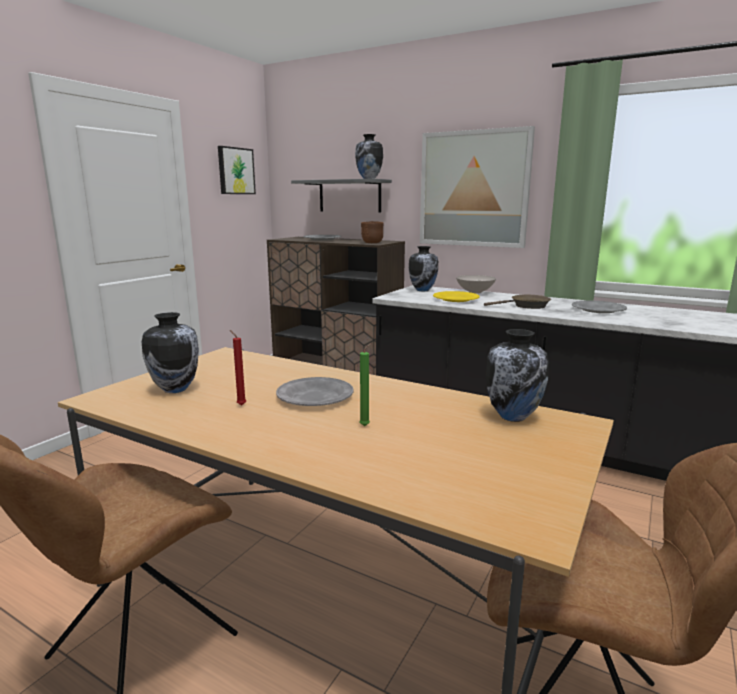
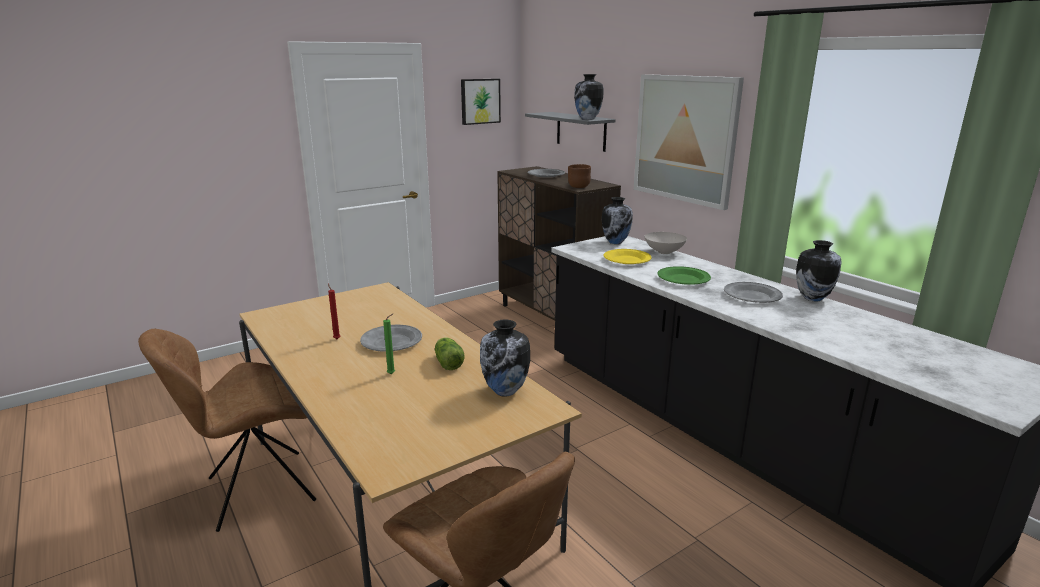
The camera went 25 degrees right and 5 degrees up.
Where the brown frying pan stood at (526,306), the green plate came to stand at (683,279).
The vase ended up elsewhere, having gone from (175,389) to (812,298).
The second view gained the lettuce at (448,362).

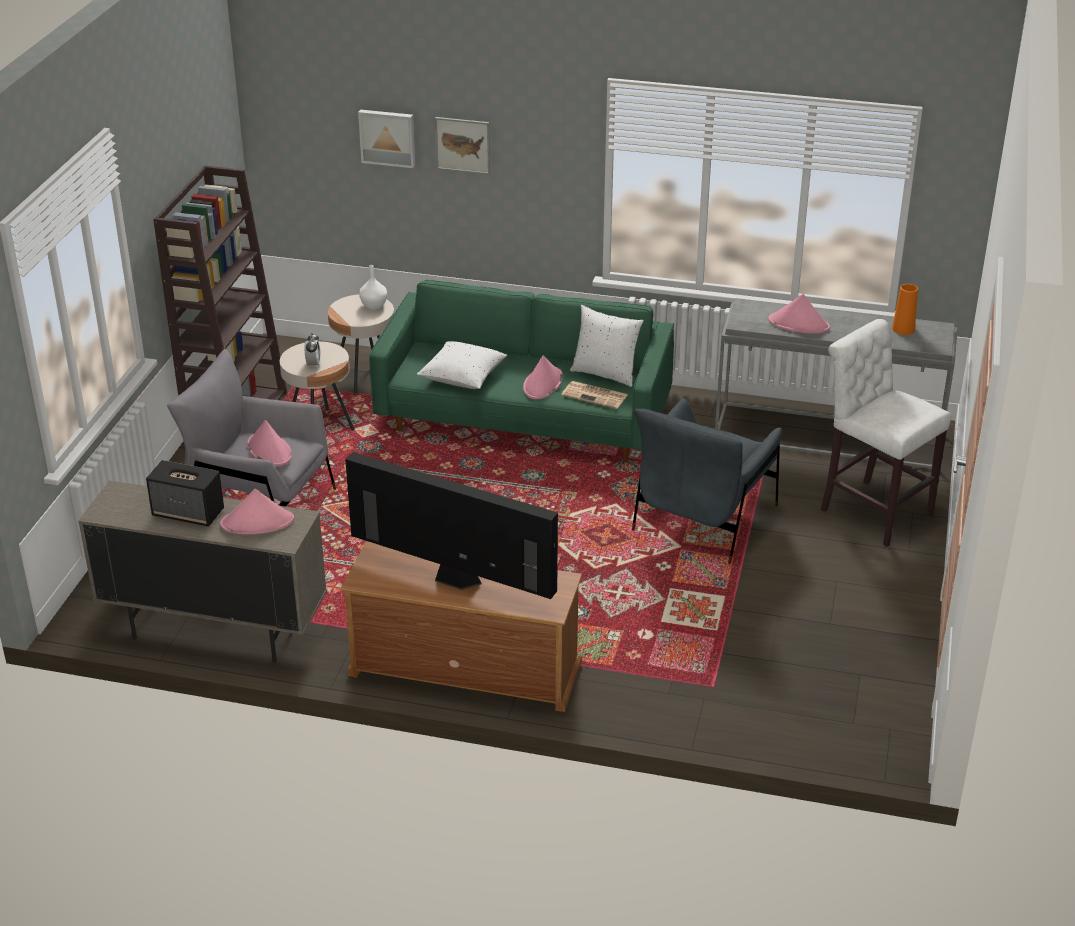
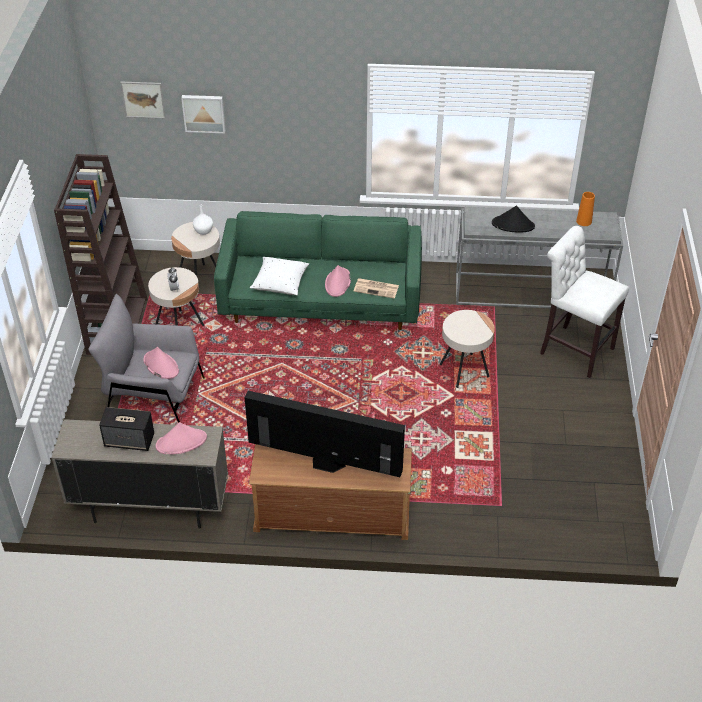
The camera went 10 degrees left and 10 degrees up.
The picture ended up elsewhere, having gone from (463,145) to (143,99).
What was the pink hat at (799,324) turned into the black hat at (513,225).
The second view lost the white pillow at (605,373).
Where the grey armchair stood at (704,519), the beige side table came to stand at (464,371).

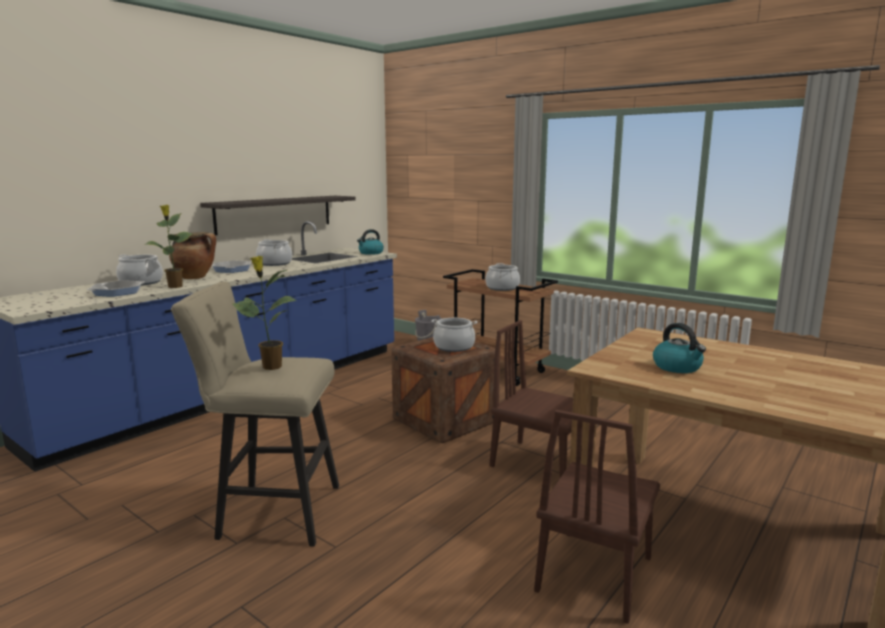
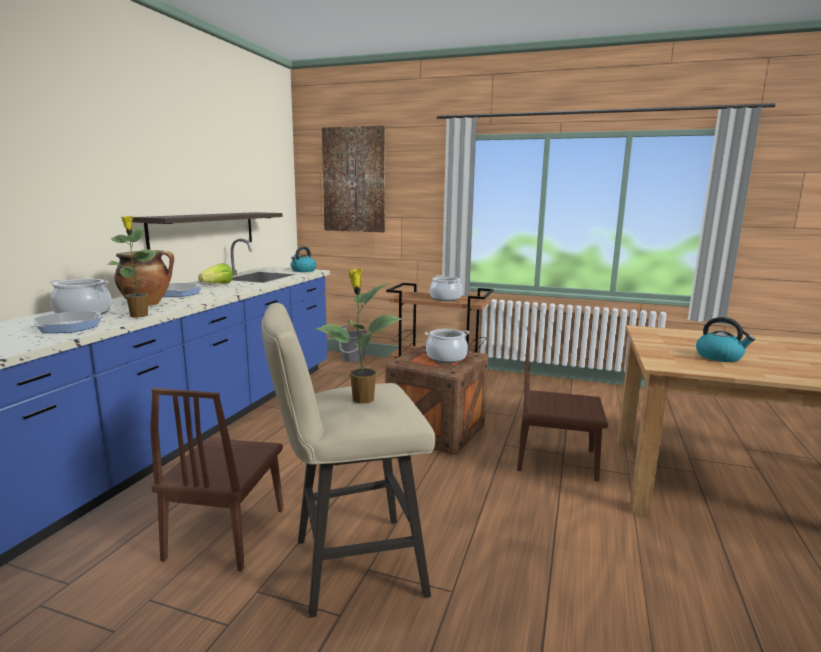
The camera went 20 degrees left and 0 degrees up.
Where the cooking pot stood at (275,263), the lettuce came to stand at (218,285).
The brown chair ended up elsewhere, having gone from (594,573) to (226,533).
The second view gained the picture at (354,180).

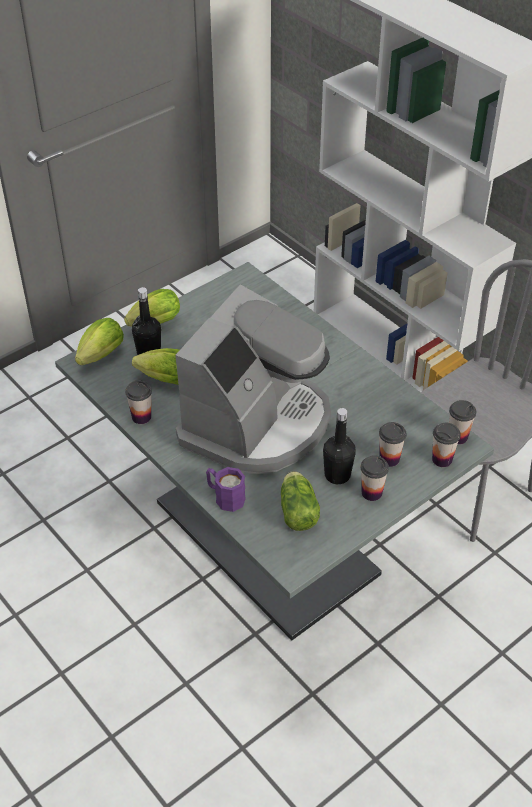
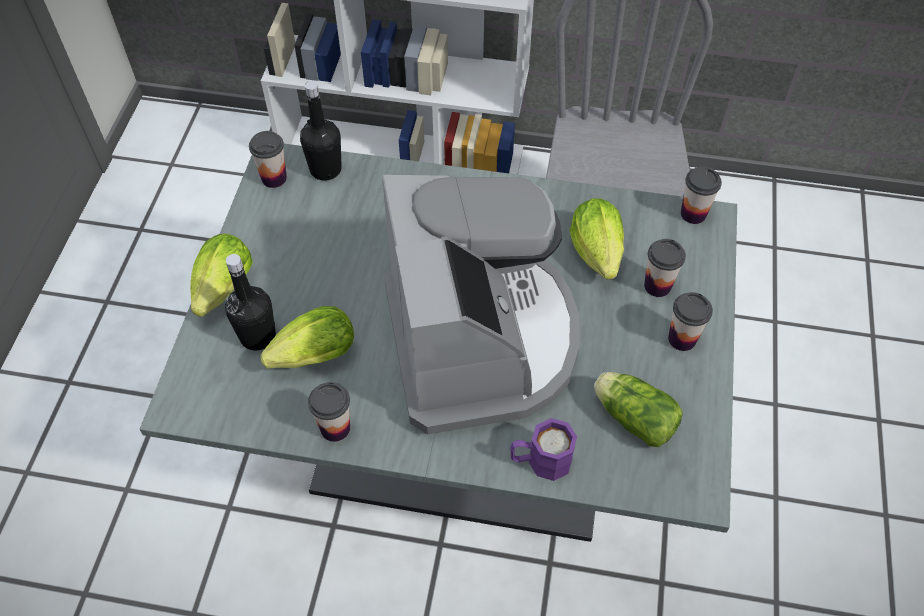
The camera went 40 degrees left and 10 degrees up.
The lettuce ended up elsewhere, having gone from (99,357) to (597,257).
The black bottle ended up elsewhere, having gone from (337,475) to (325,169).
The cup ended up elsewhere, having gone from (442,459) to (274,178).

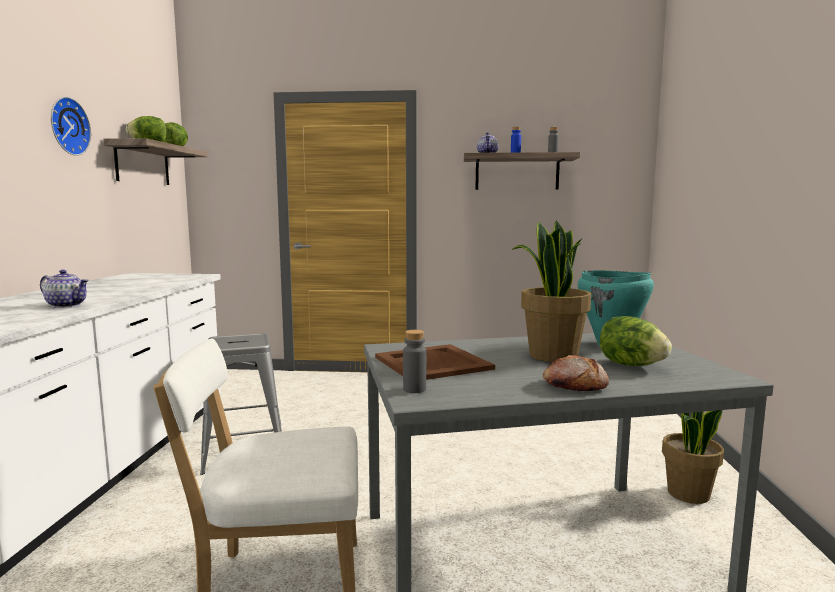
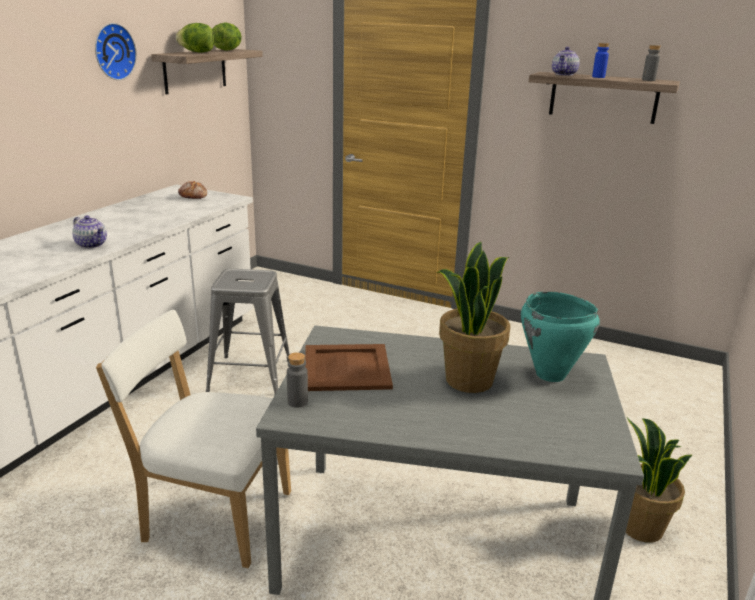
The camera went 20 degrees right and 15 degrees up.
The second view lost the lettuce at (631,365).
The bread ended up elsewhere, having gone from (574,385) to (193,196).

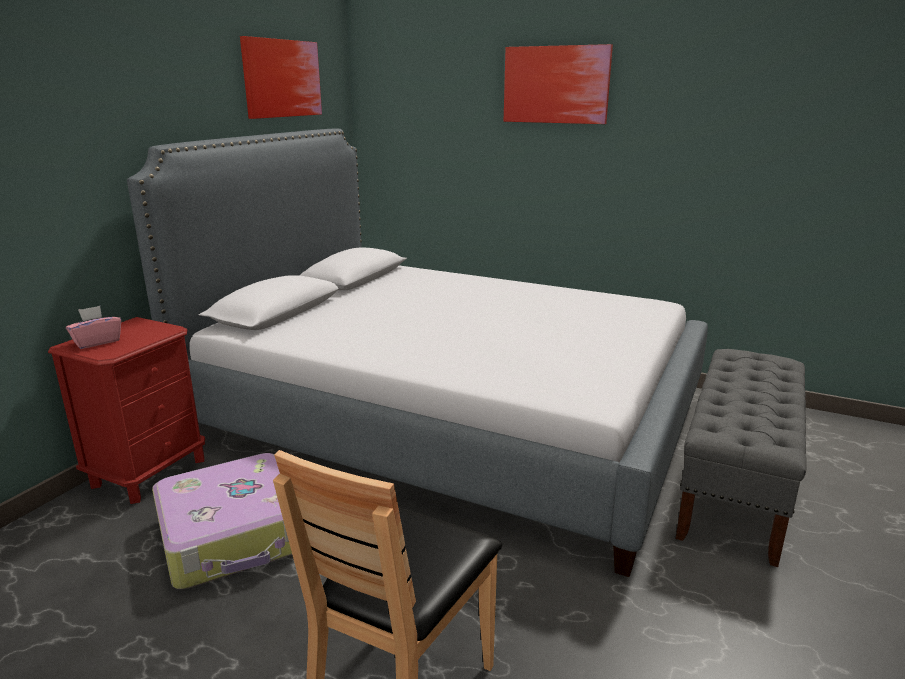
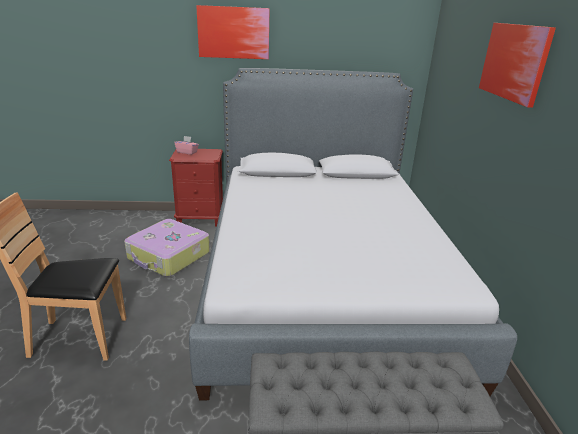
The camera went 60 degrees right and 5 degrees up.
The picture ended up elsewhere, having gone from (282,78) to (233,32).

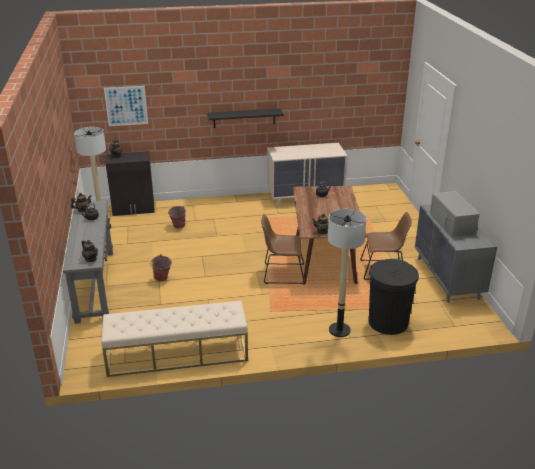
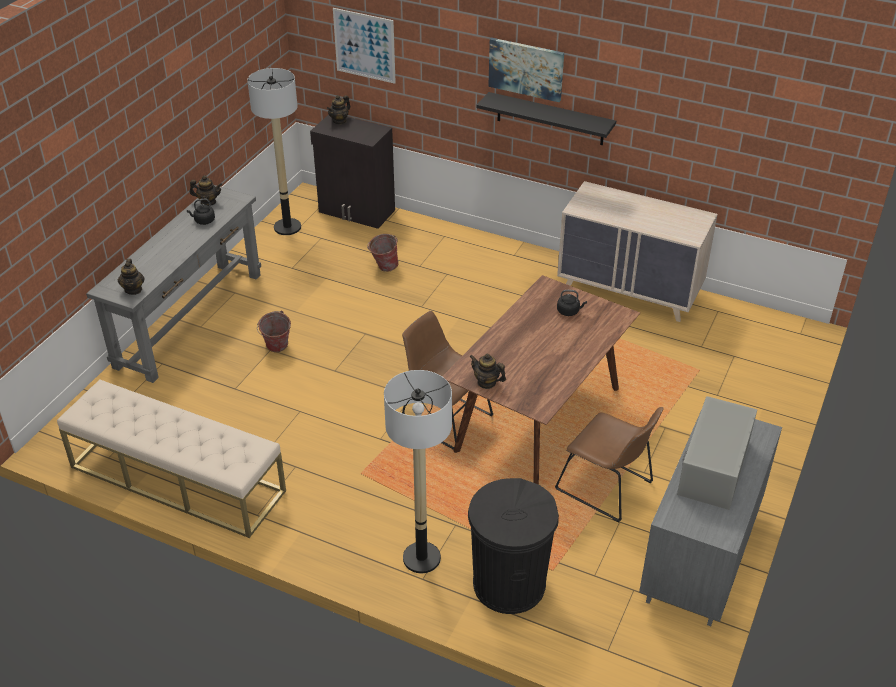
The camera went 35 degrees right and 10 degrees up.
The second view gained the picture at (526,69).

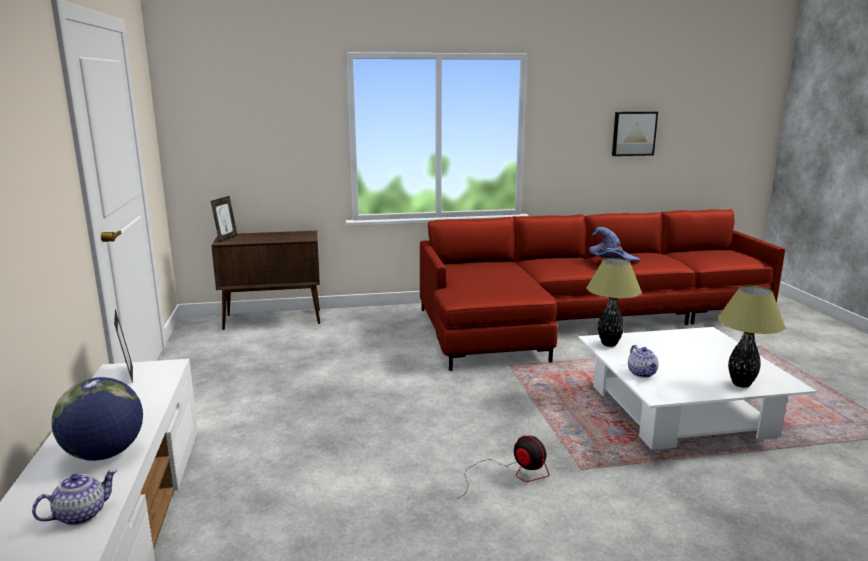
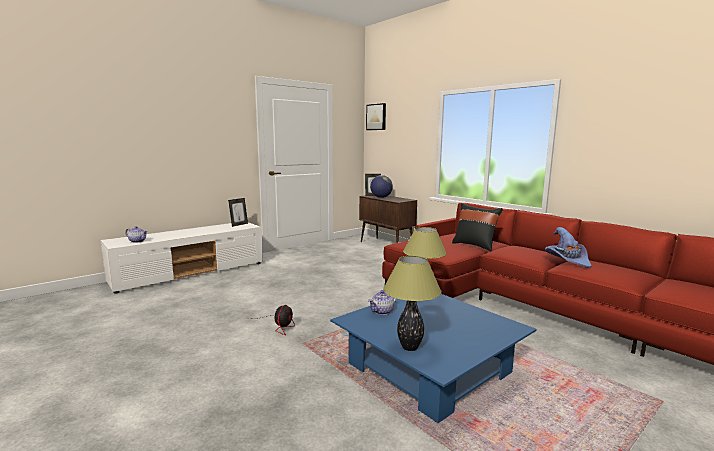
The camera went 60 degrees right and 5 degrees down.
The picture ended up elsewhere, having gone from (633,133) to (376,117).
What was the white coffee table at (680,410) turned into the blue coffee table at (430,368).
The globe ended up elsewhere, having gone from (104,454) to (381,197).
The second view gained the black pillow at (475,245).

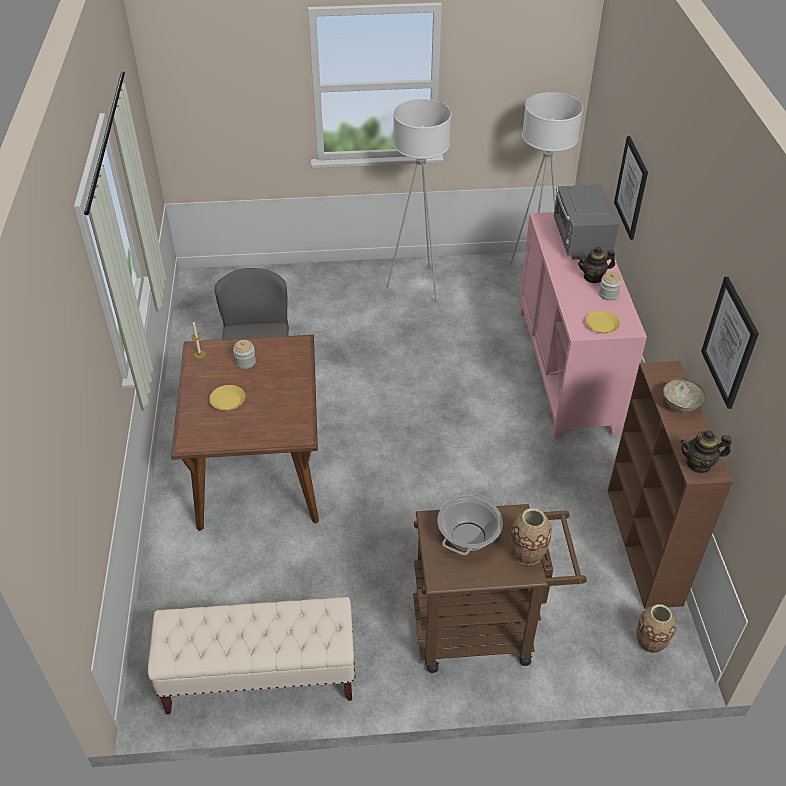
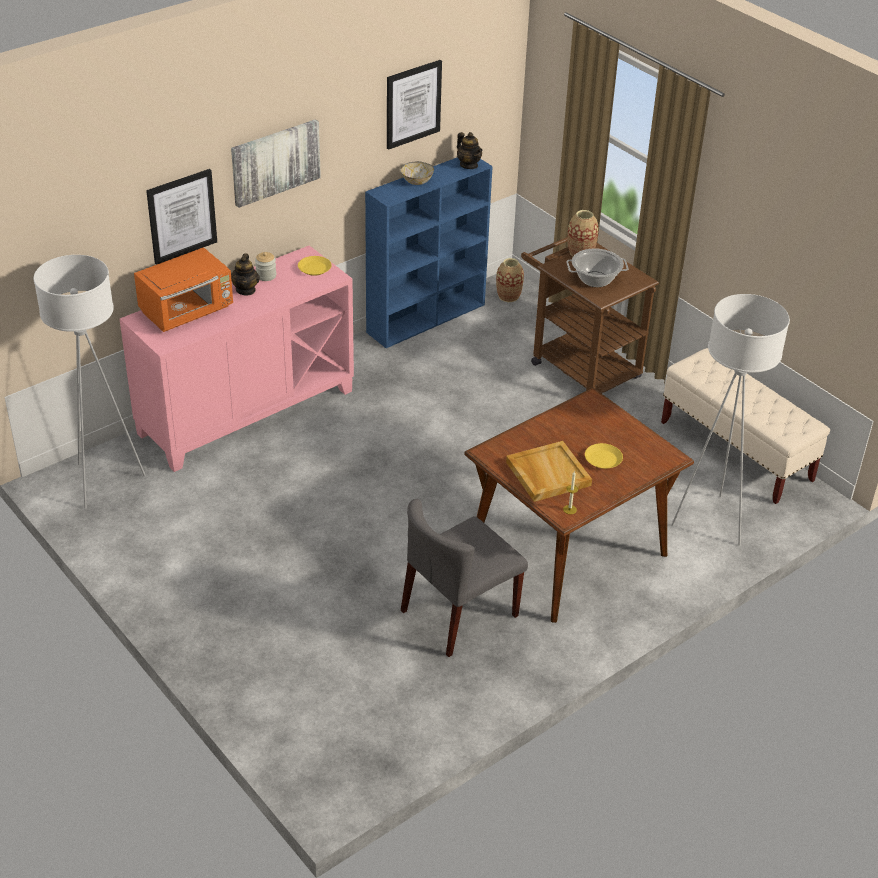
The camera went 125 degrees left and 5 degrees down.
The white floor lamp ended up elsewhere, having gone from (418,286) to (711,521).
What was the grey microwave at (580,241) turned into the orange microwave at (188,311).
The teapot at (593,277) ended up facing another way, 45 degrees clockwise from before.
Where the jar stood at (245,362), the beige tray came to stand at (547,473).
What was the brown bookcase at (644,546) turned into the blue bookcase at (427,318).
The second view gained the picture at (275,162).

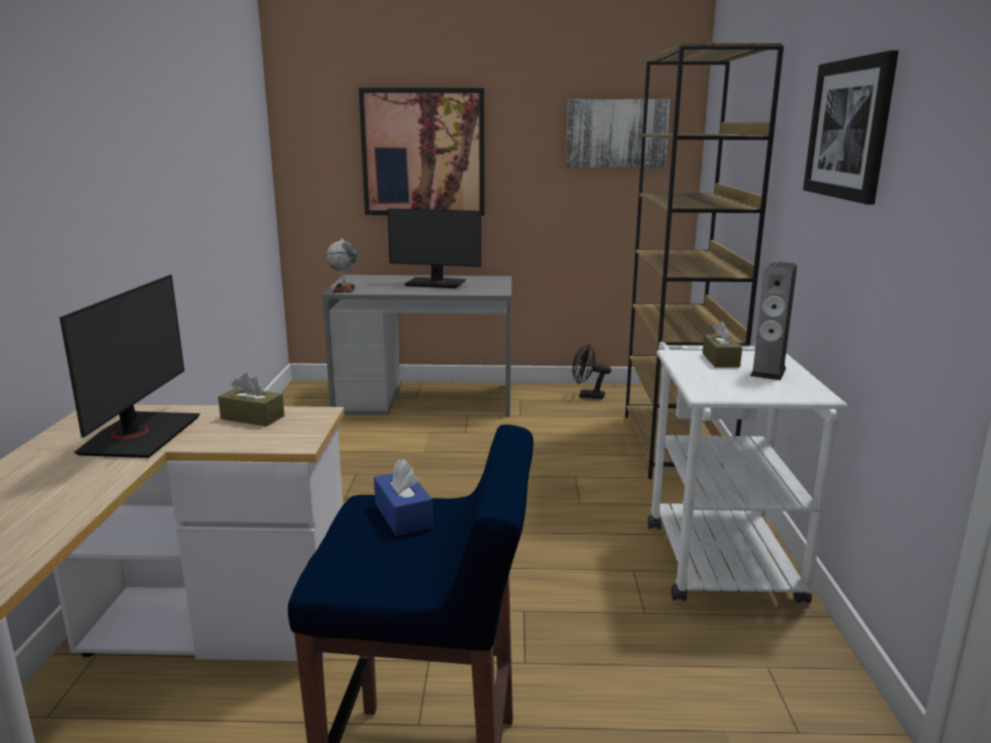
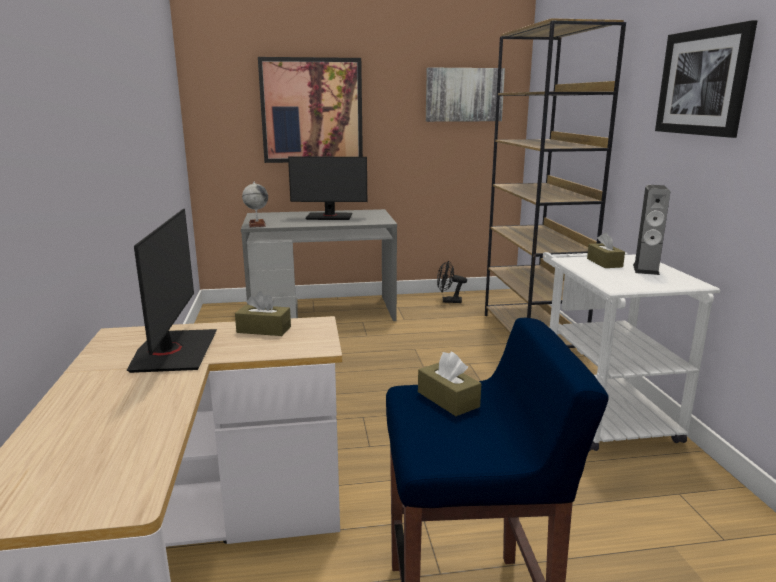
The camera went 10 degrees left and 0 degrees up.
What was the blue tissue box at (403,515) turned into the brown tissue box at (448,399).

